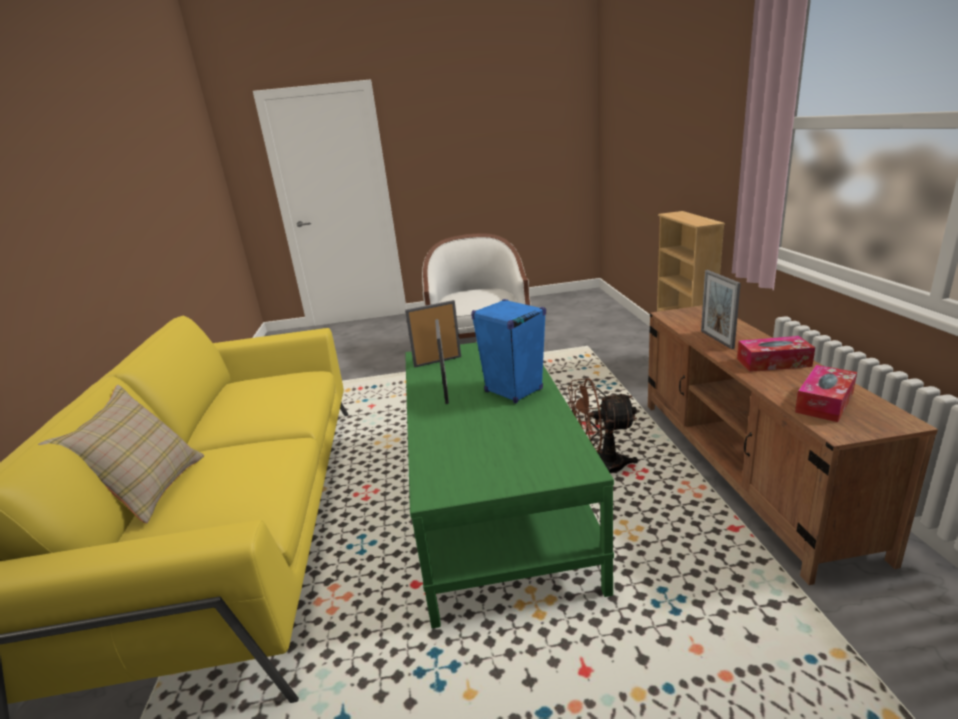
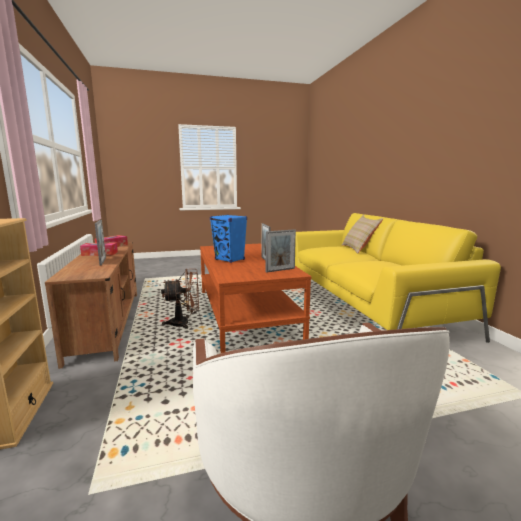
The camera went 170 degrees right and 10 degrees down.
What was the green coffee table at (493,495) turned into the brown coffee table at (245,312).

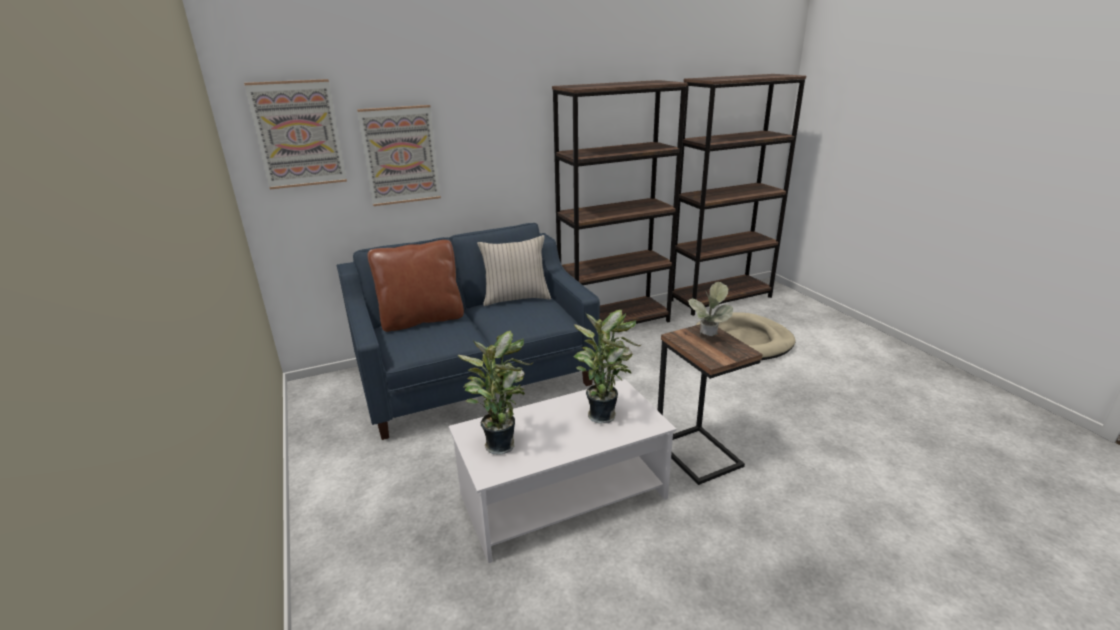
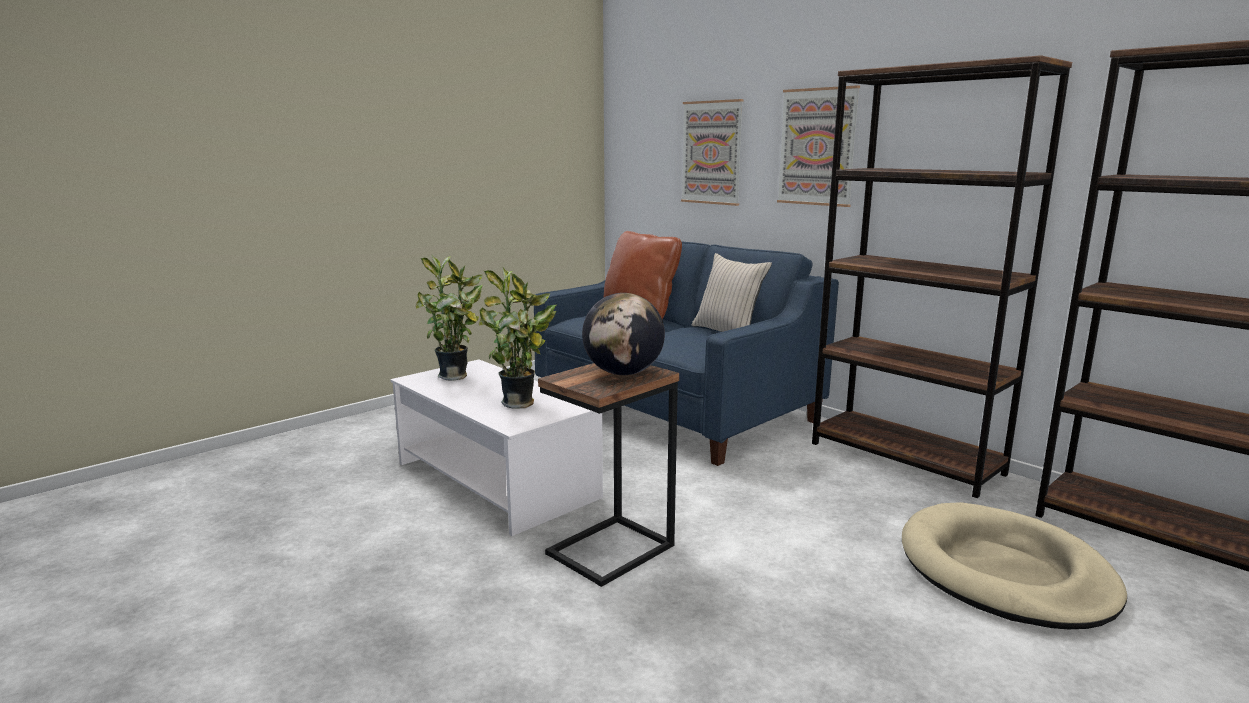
The camera went 70 degrees right and 10 degrees down.
The picture ended up elsewhere, having gone from (298,134) to (817,147).
Where the potted plant stood at (707,338), the globe came to stand at (623,373).

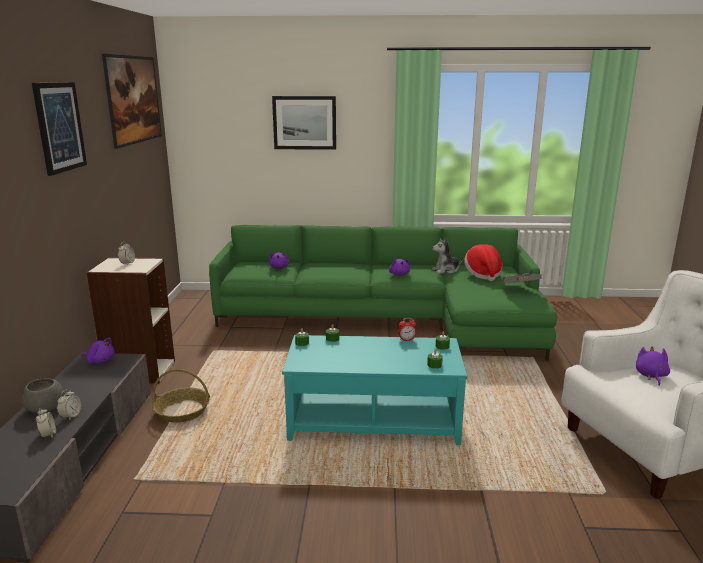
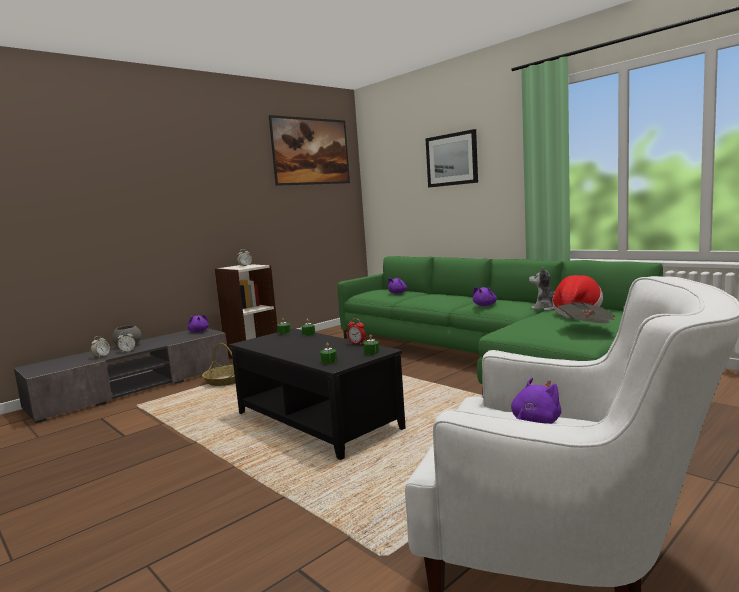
The camera went 45 degrees right and 10 degrees down.
The second view lost the picture at (59,127).
What was the turquoise coffee table at (373,420) turned into the black coffee table at (318,420).

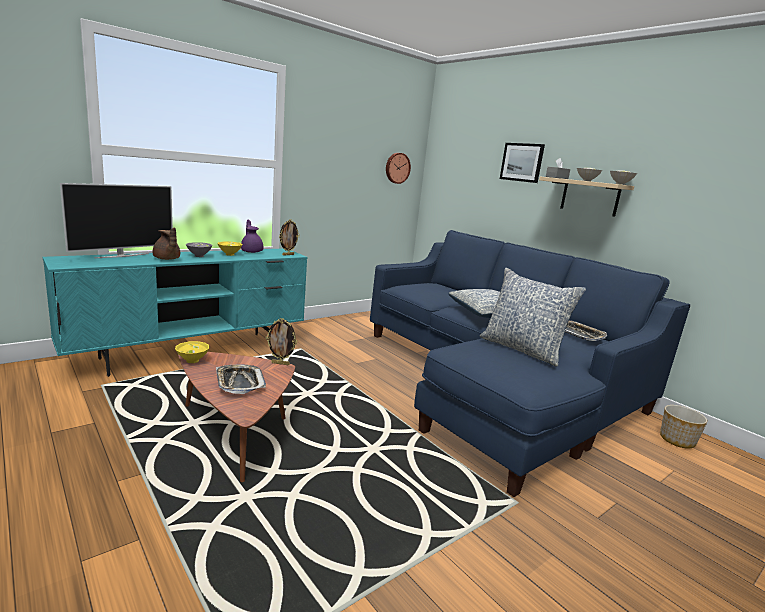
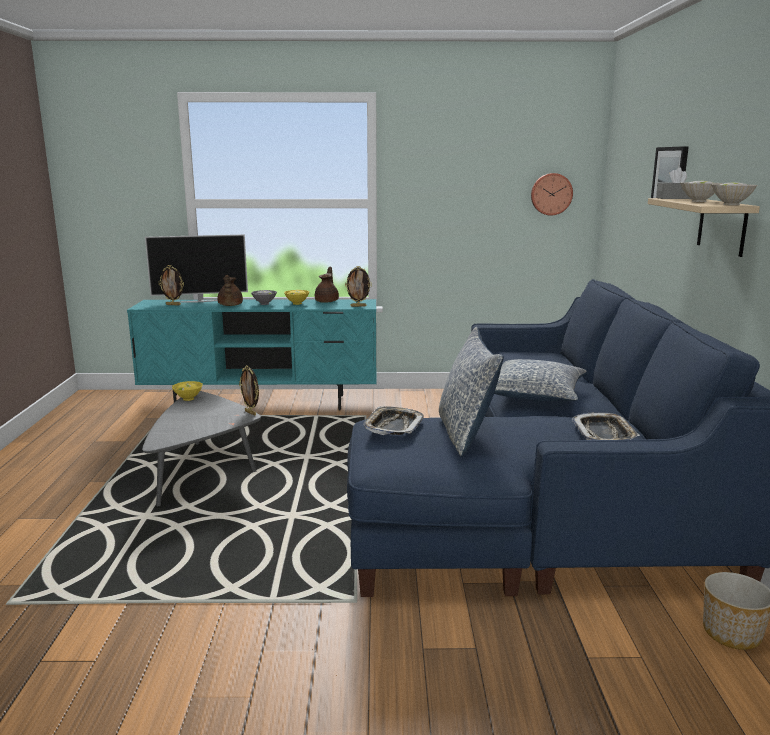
The camera went 40 degrees right and 0 degrees up.
What was the purple teapot at (252,251) turned into the brown teapot at (327,301).
What was the brown coffee table at (236,433) turned into the grey coffee table at (203,472).
The tray ended up elsewhere, having gone from (239,382) to (393,426).
The second view gained the picture frame at (173,305).

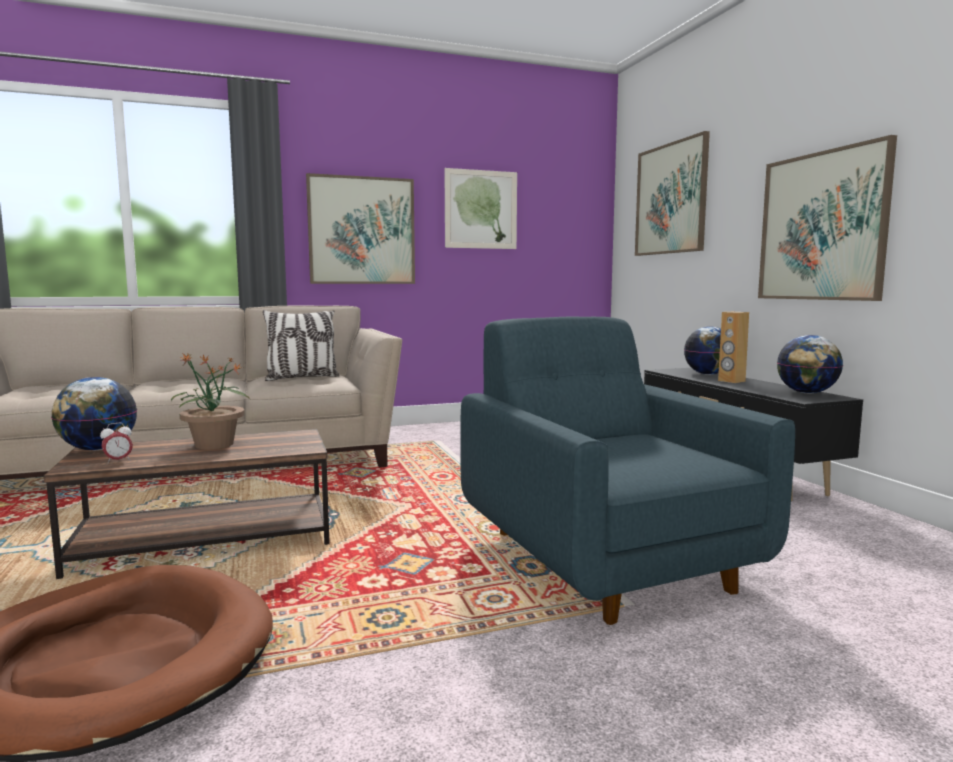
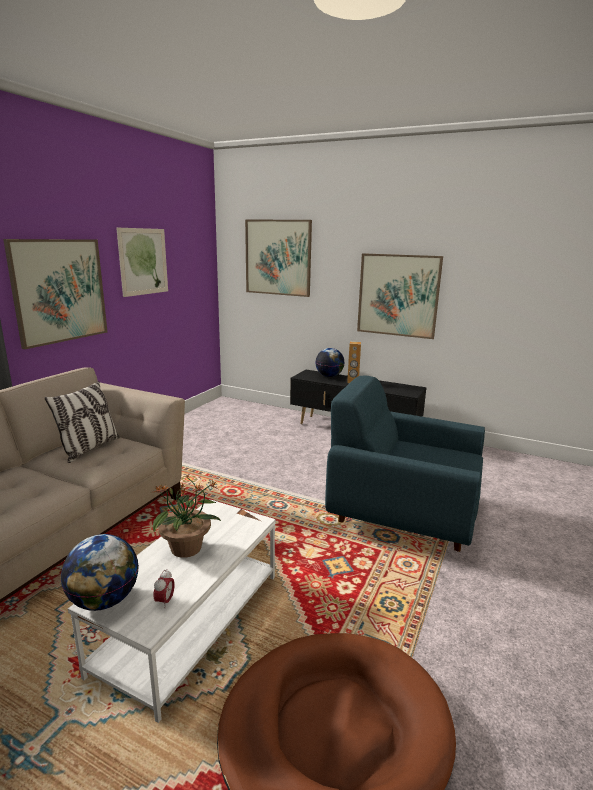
The camera went 45 degrees left and 10 degrees up.
The second view lost the globe at (806,393).
What was the brown coffee table at (206,540) turned into the white coffee table at (190,621).

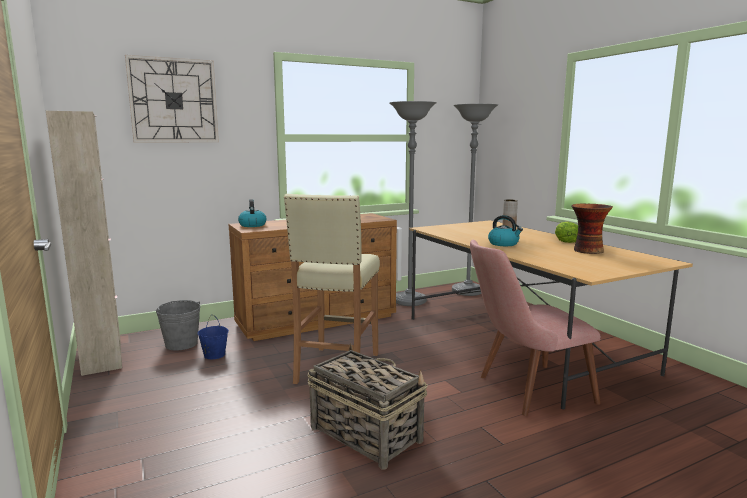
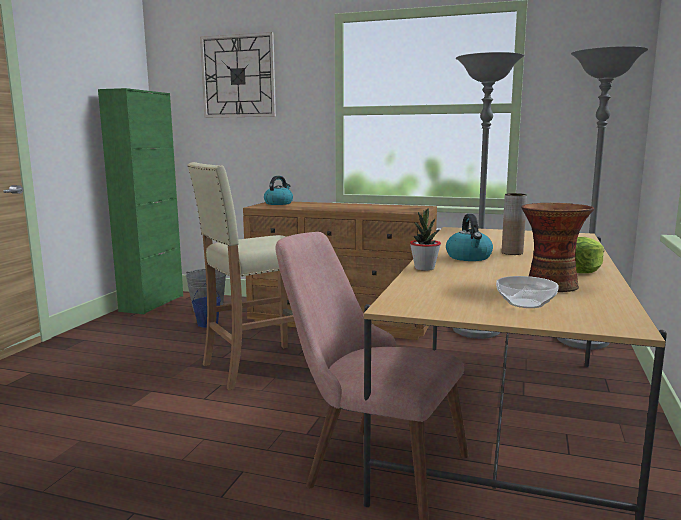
The camera went 45 degrees right and 0 degrees up.
What was the beige cabinet at (102,356) turned into the green cabinet at (152,303).
The second view lost the basket at (365,433).
The second view gained the potted plant at (424,268).
The second view gained the bowl at (525,303).

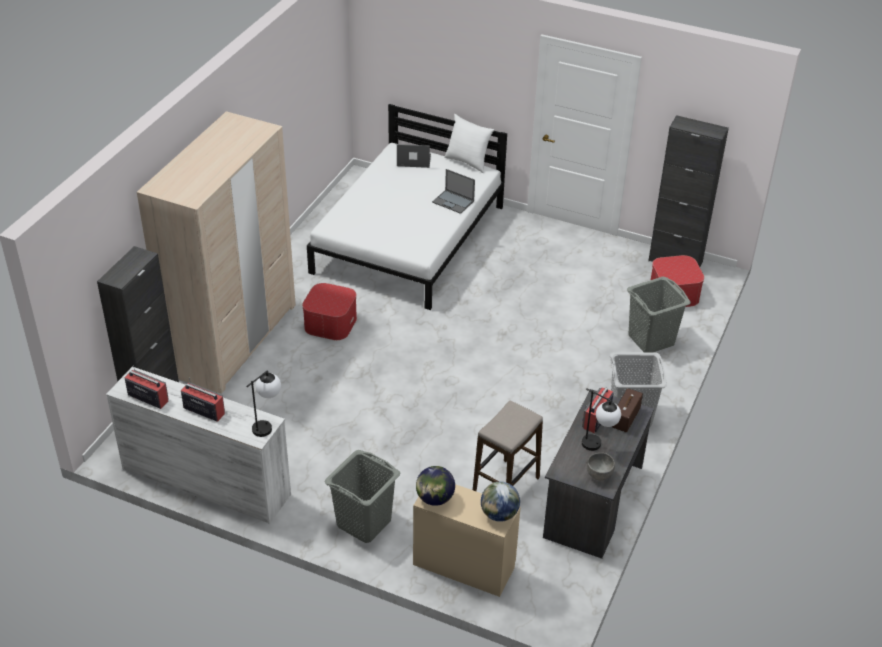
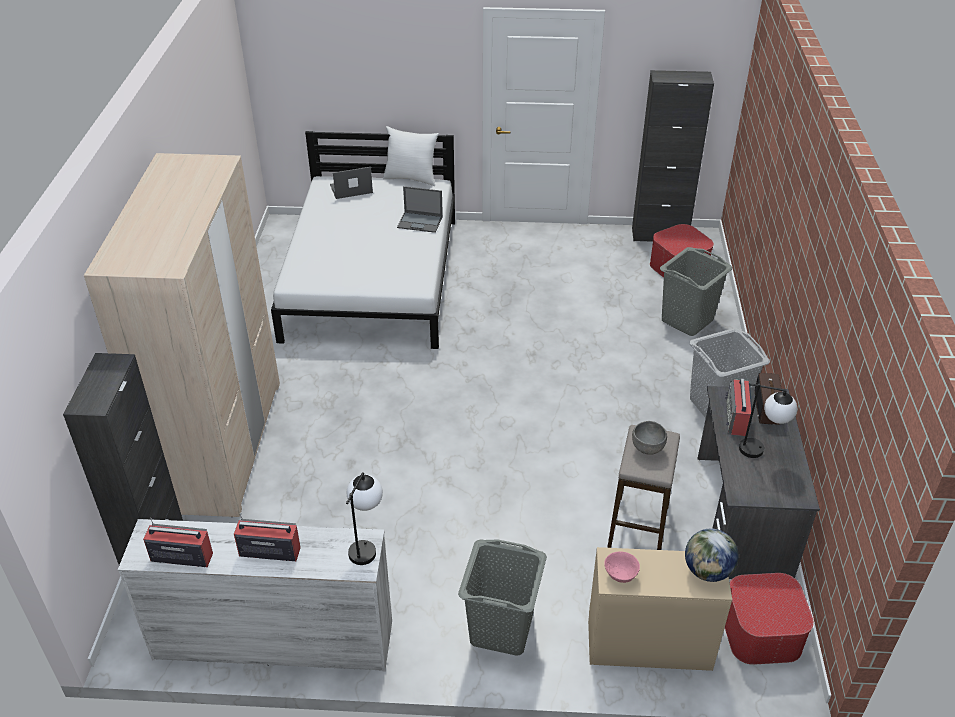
The camera went 20 degrees left and 0 degrees up.
The ottoman ended up elsewhere, having gone from (330,323) to (761,632).
The grey bowl ended up elsewhere, having gone from (599,475) to (647,448).
Where the globe stood at (435,498), the pink bowl came to stand at (620,576).

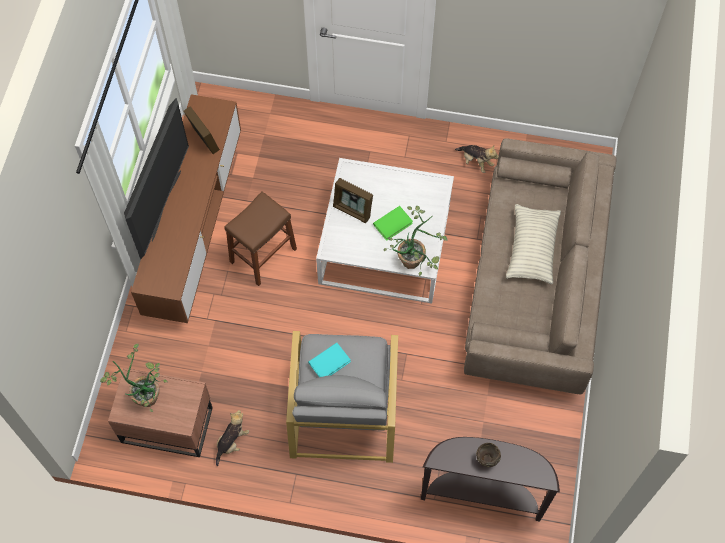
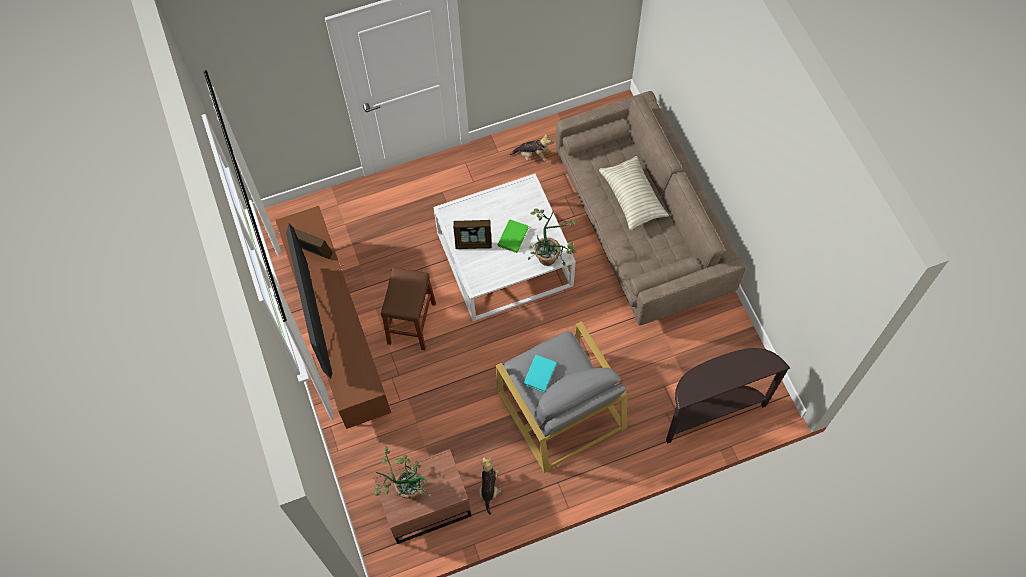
The camera went 30 degrees left and 0 degrees up.
The second view lost the brown bowl at (486,459).

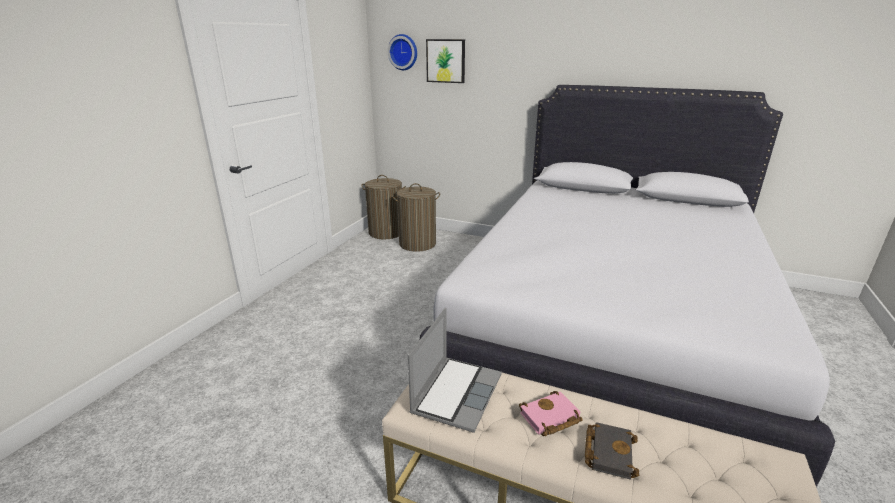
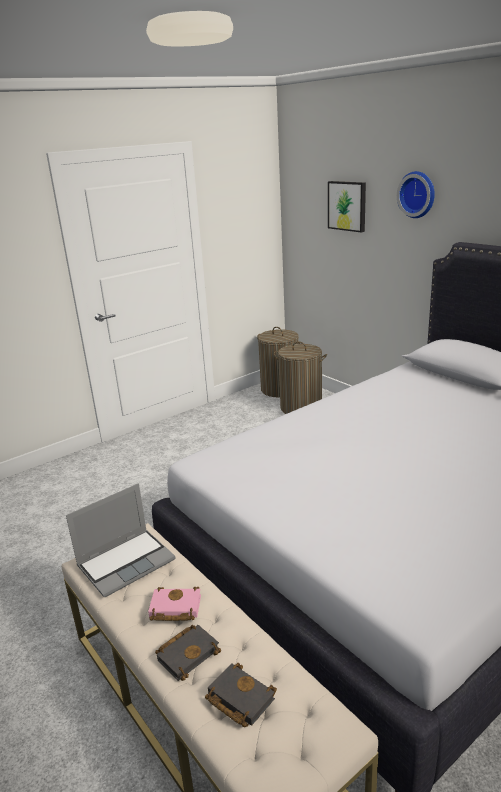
The camera went 30 degrees right and 0 degrees up.
The wall clock ended up elsewhere, having gone from (403,52) to (418,194).
The second view gained the black book at (238,698).

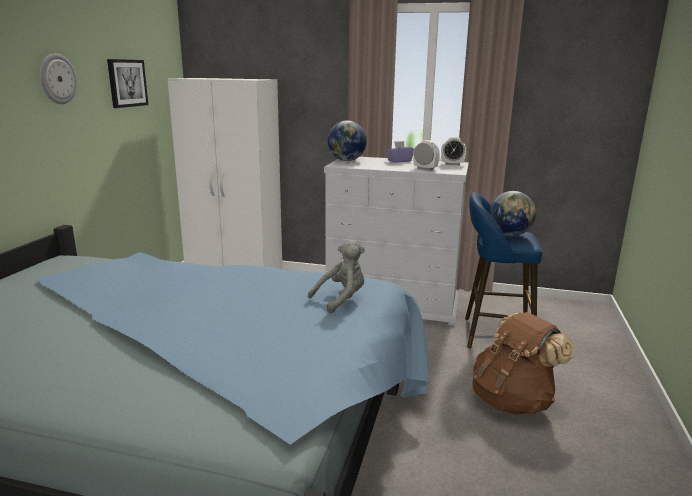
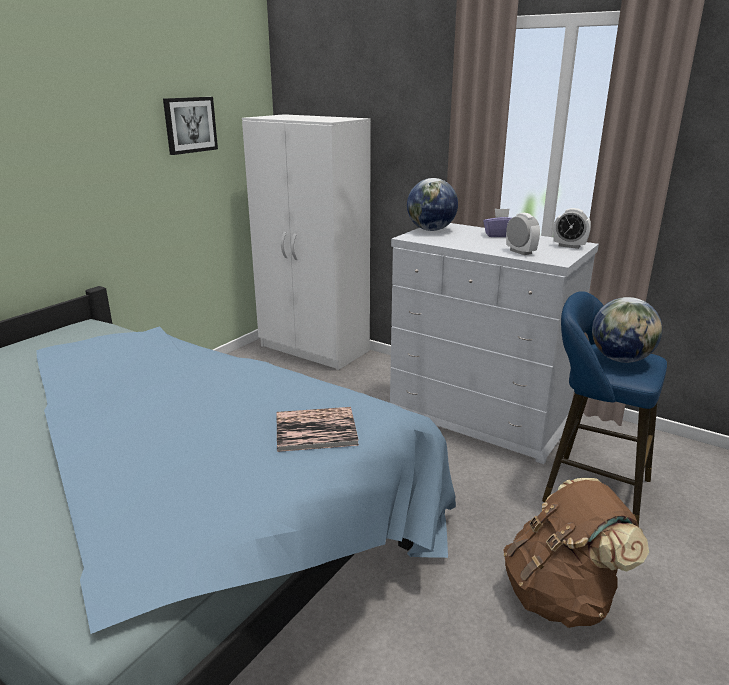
The camera went 20 degrees right and 5 degrees up.
The second view lost the wall clock at (57,79).
Where the grey plush toy stood at (341,300), the book came to stand at (316,430).

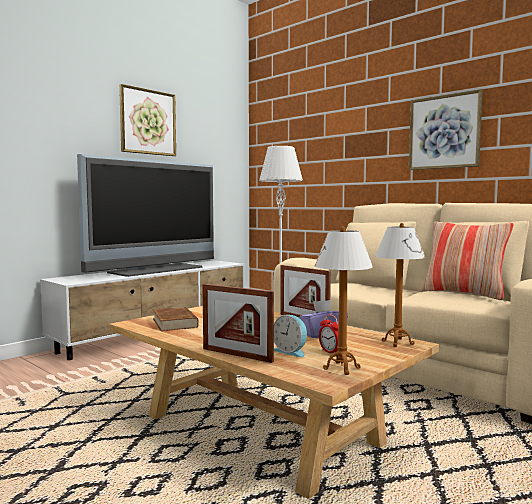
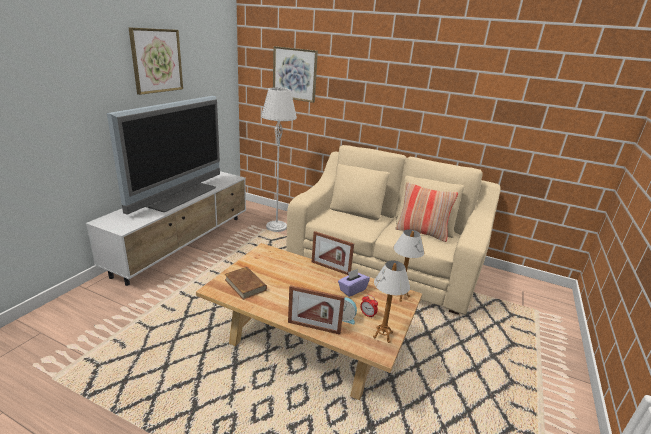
The camera went 20 degrees left and 20 degrees up.
The picture ended up elsewhere, having gone from (444,132) to (294,74).

